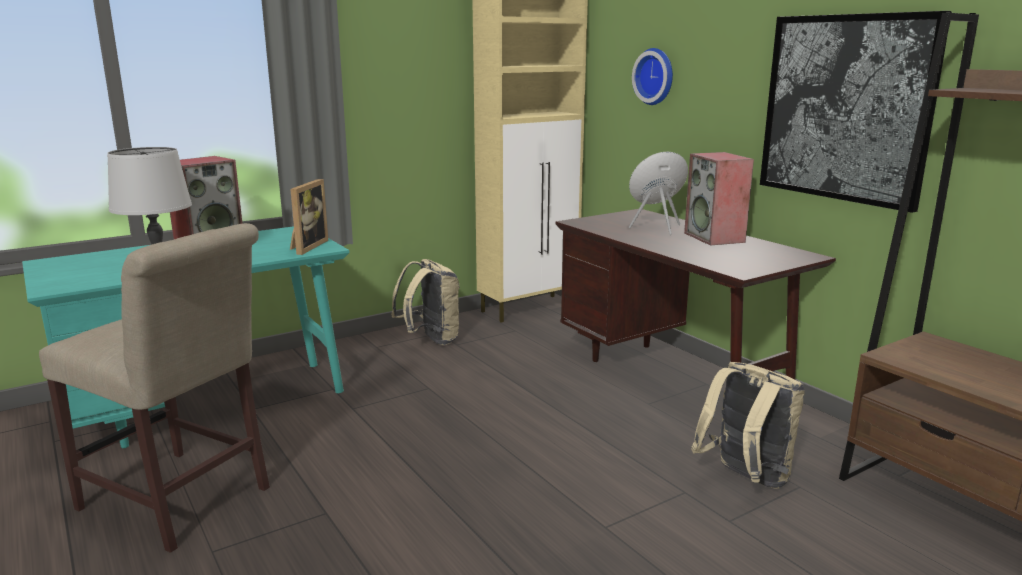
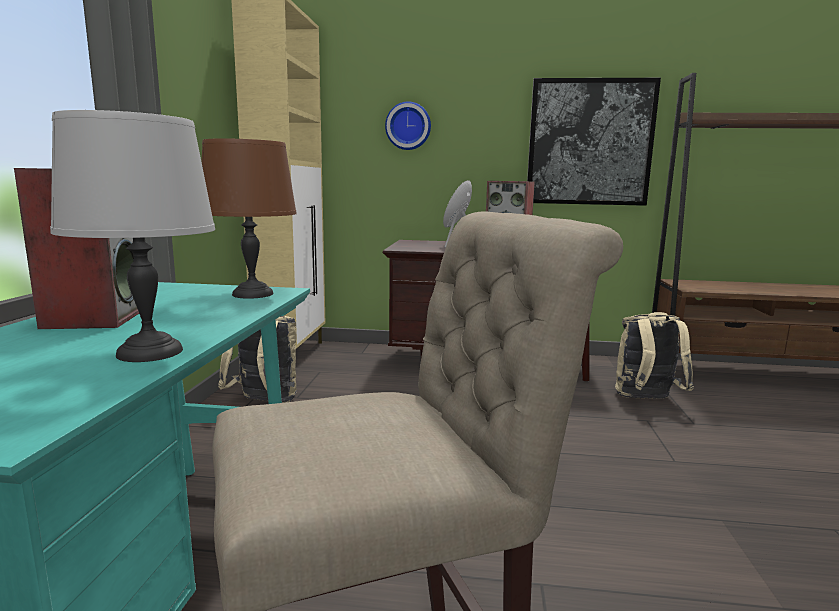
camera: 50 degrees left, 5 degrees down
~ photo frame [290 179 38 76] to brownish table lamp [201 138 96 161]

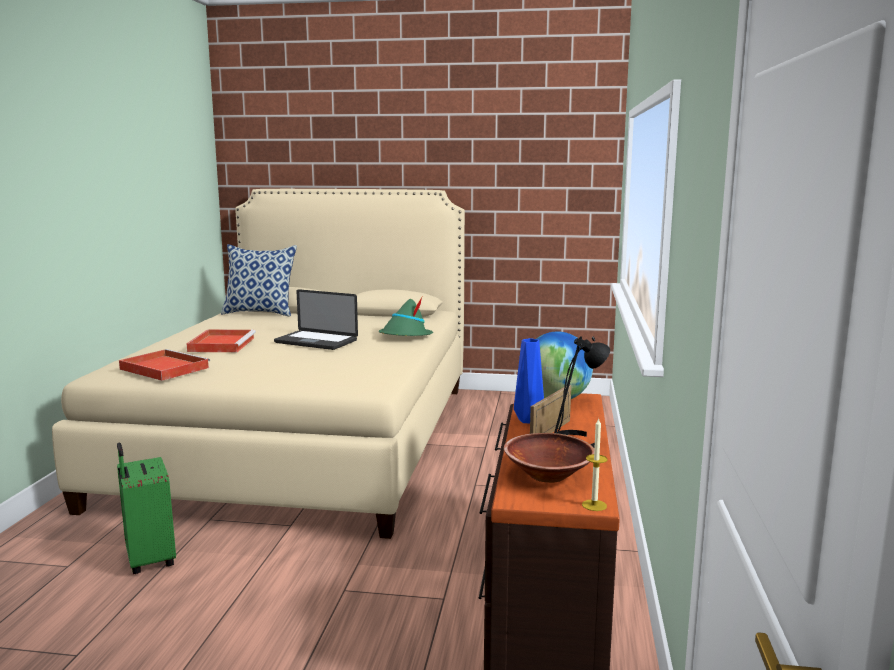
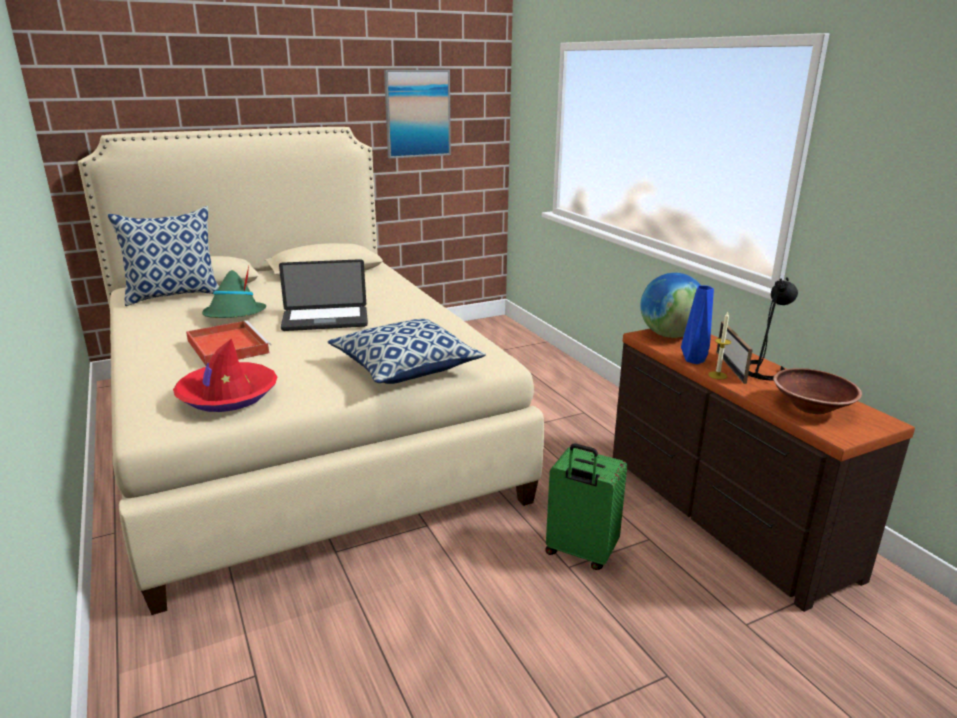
camera: 35 degrees left, 10 degrees up
~ greenish suitcase [117 443 59 131] to [545 443 82 127]
~ red-coloured tray [119 349 91 32] to red-coloured clothing hat [173 338 104 74]
~ greenish clothing hat [379 296 54 40] to [202 266 64 52]
~ wax candle [582 417 25 94] to [708 312 23 67]
+ pillow [328 319 158 65]
+ picture [384 70 67 88]

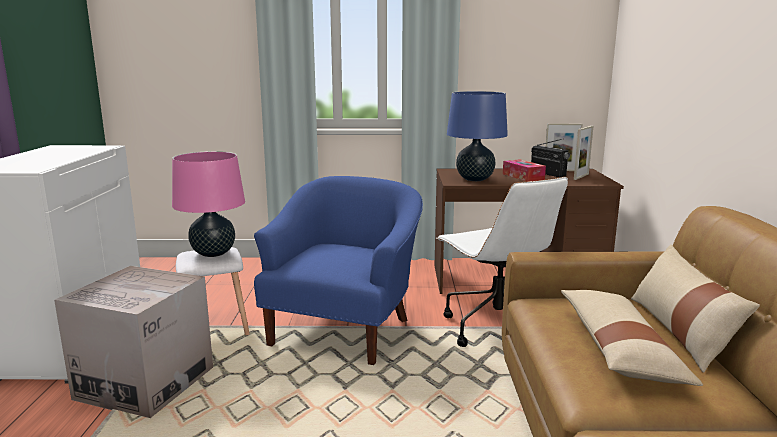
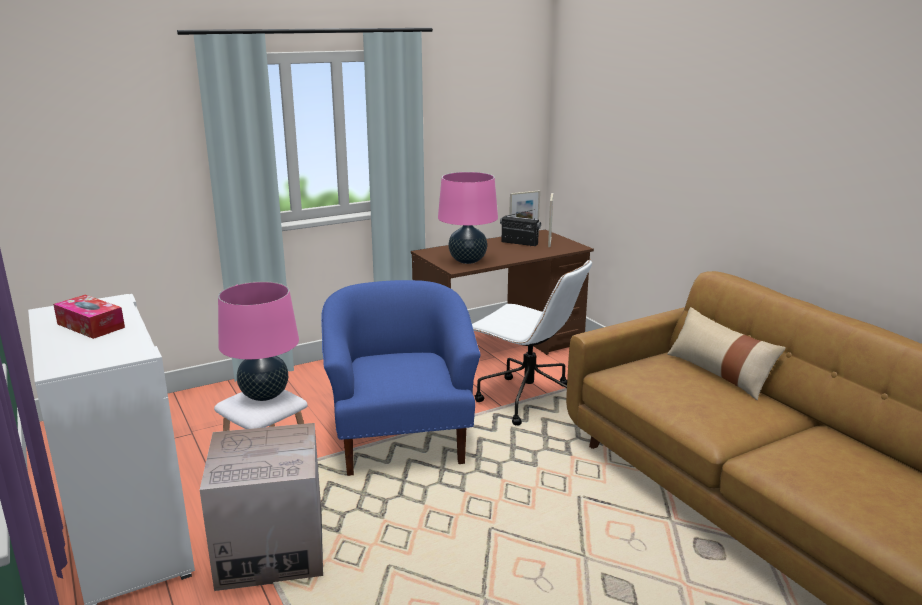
camera: 30 degrees left, 5 degrees up
~ blue table lamp [447 91 61 90] to pink table lamp [438 172 60 92]
~ tissue holder [503 159 43 23] to [53 295 72 44]
- beige pillow [561 290 142 96]

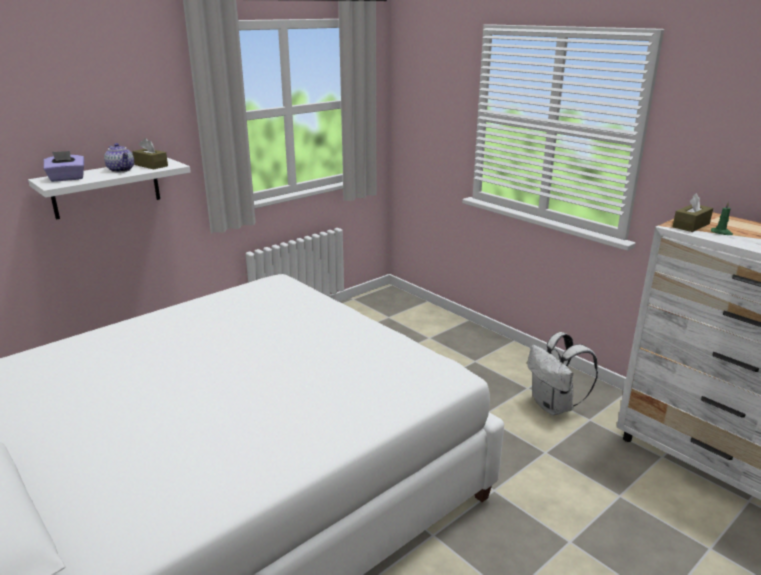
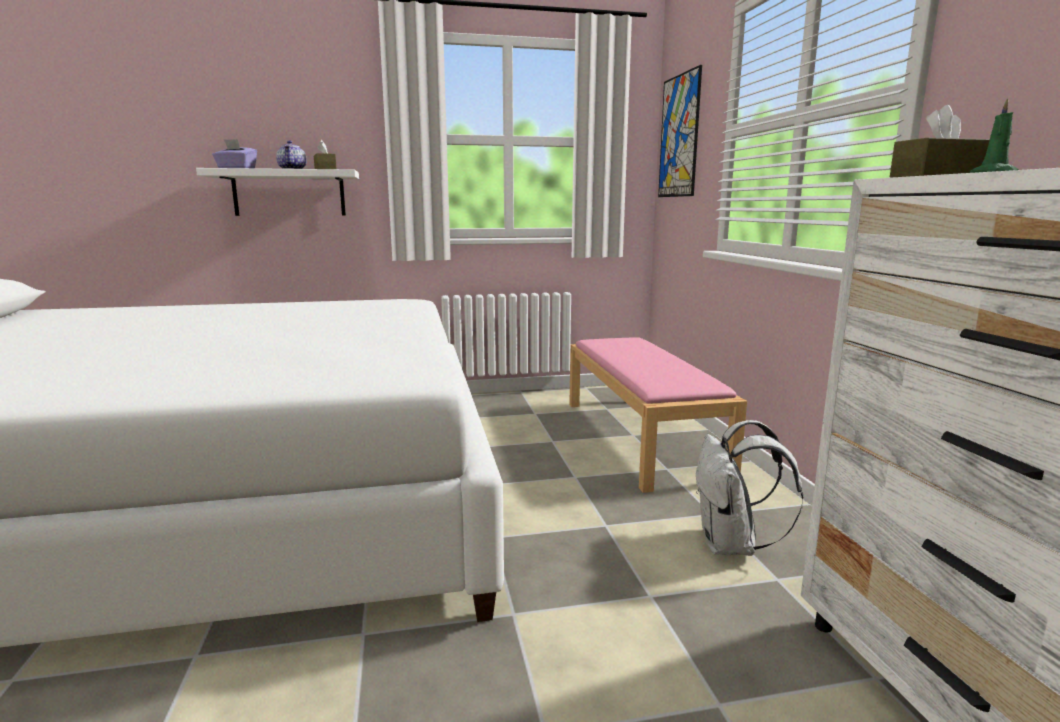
camera: 30 degrees right, 10 degrees down
+ pink bench [569 338 178 155]
+ picture [658 65 44 132]

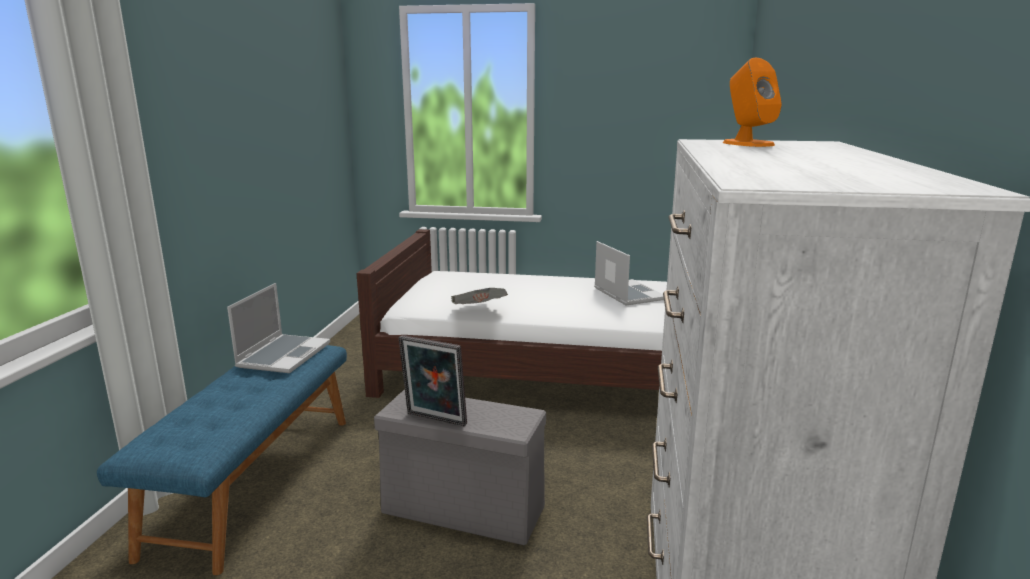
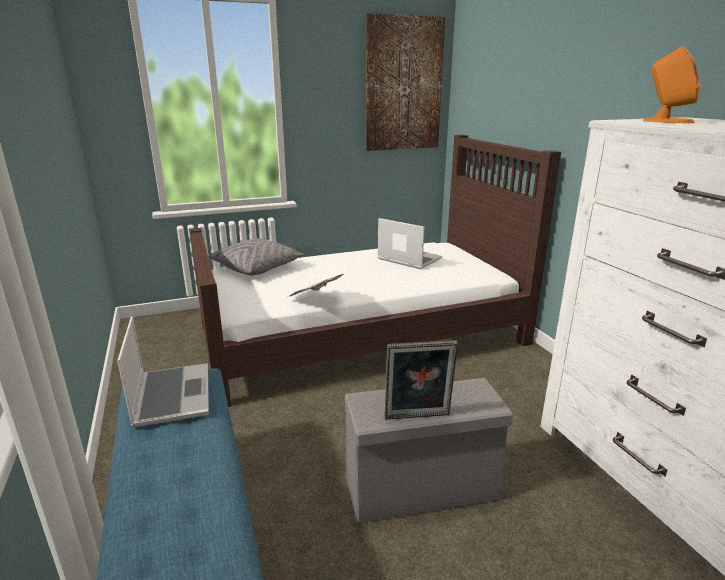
camera: 30 degrees left, 5 degrees up
+ greyish pillow [208 238 96 37]
+ picture [366 13 80 138]

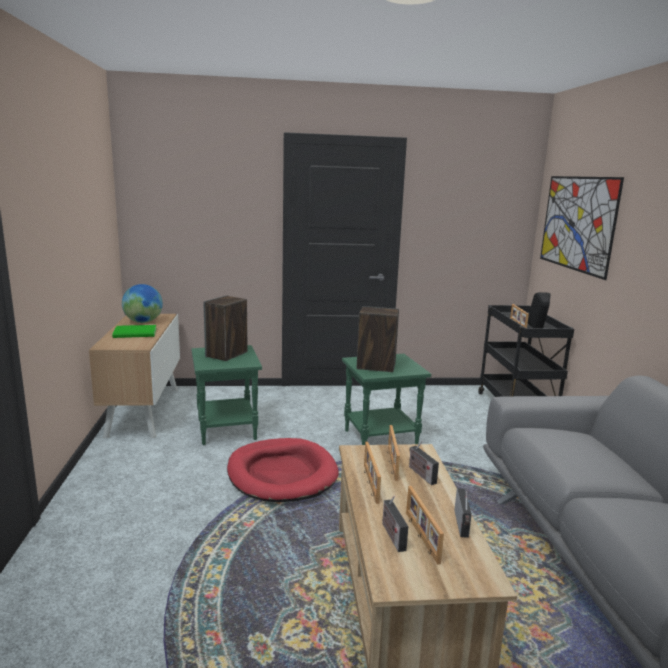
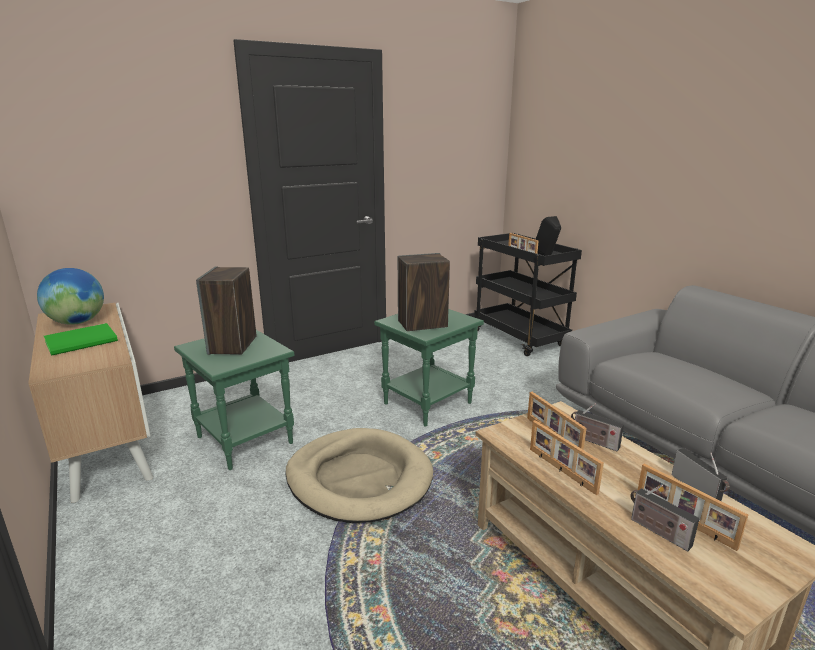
camera: 25 degrees left, 5 degrees up
~ red-coloured dog bed [227 438 112 65] to beige dog bed [285 428 148 95]
- picture [540 176 84 104]

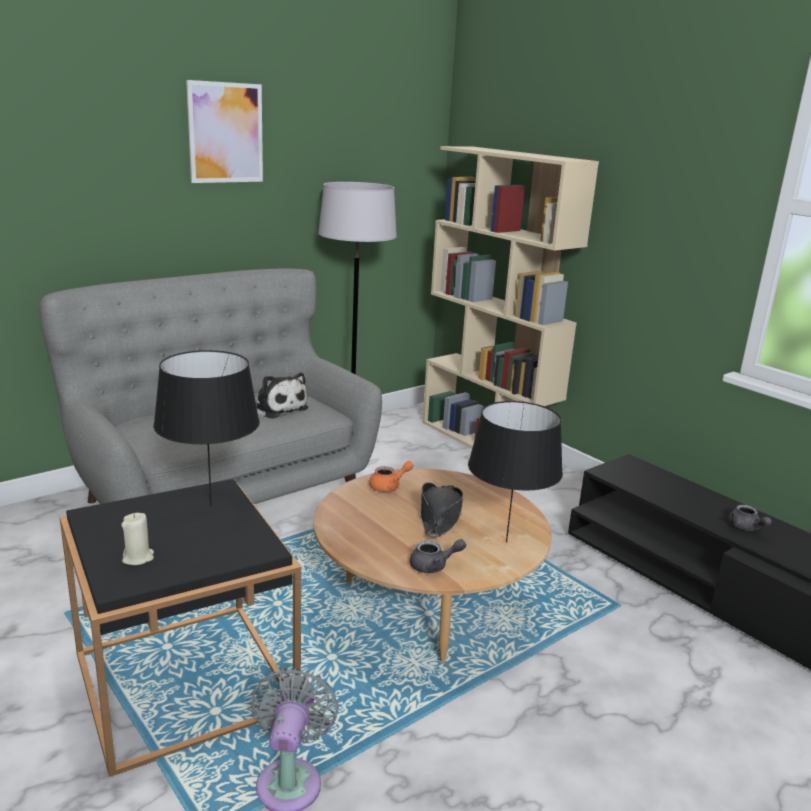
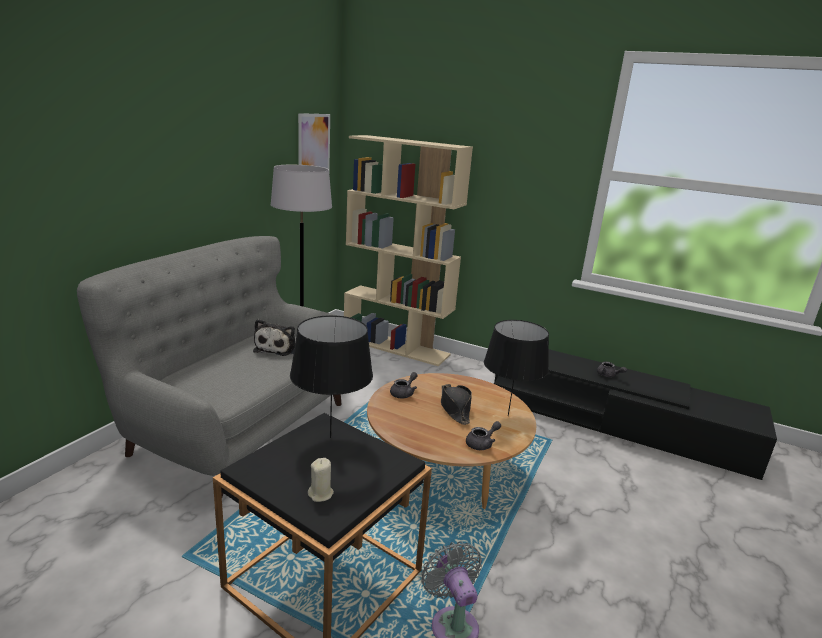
camera: 25 degrees left, 0 degrees up
~ picture [186 80 77 103] to [298 113 32 56]
~ plush toy [255 372 54 47] = [253 319 42 37] 75 degrees clockwise
~ orange-coloured tea pot [369 461 45 31] to greyish tea pot [390 372 28 26]

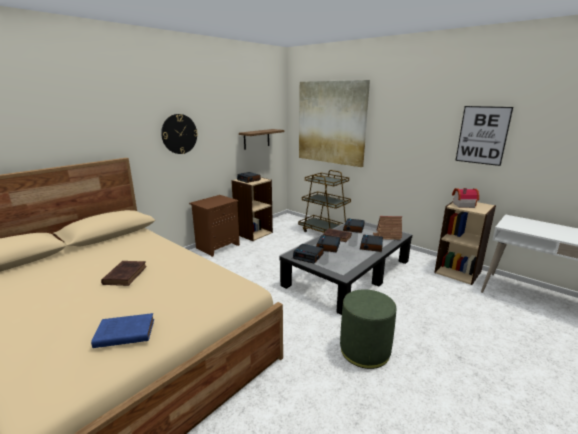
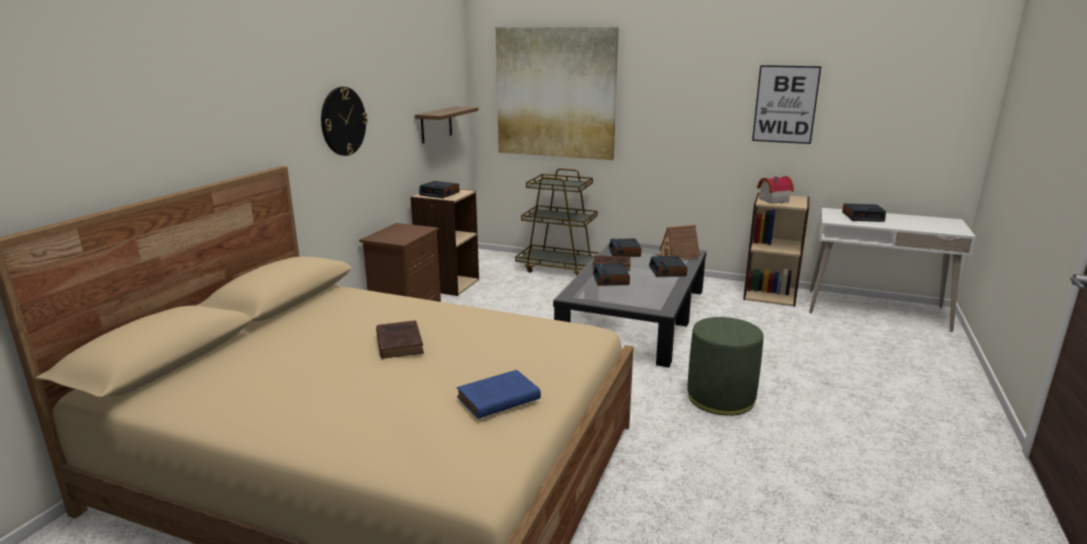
camera: 20 degrees left, 0 degrees up
~ alarm clock [293 244 31 19] to [842 204 44 18]

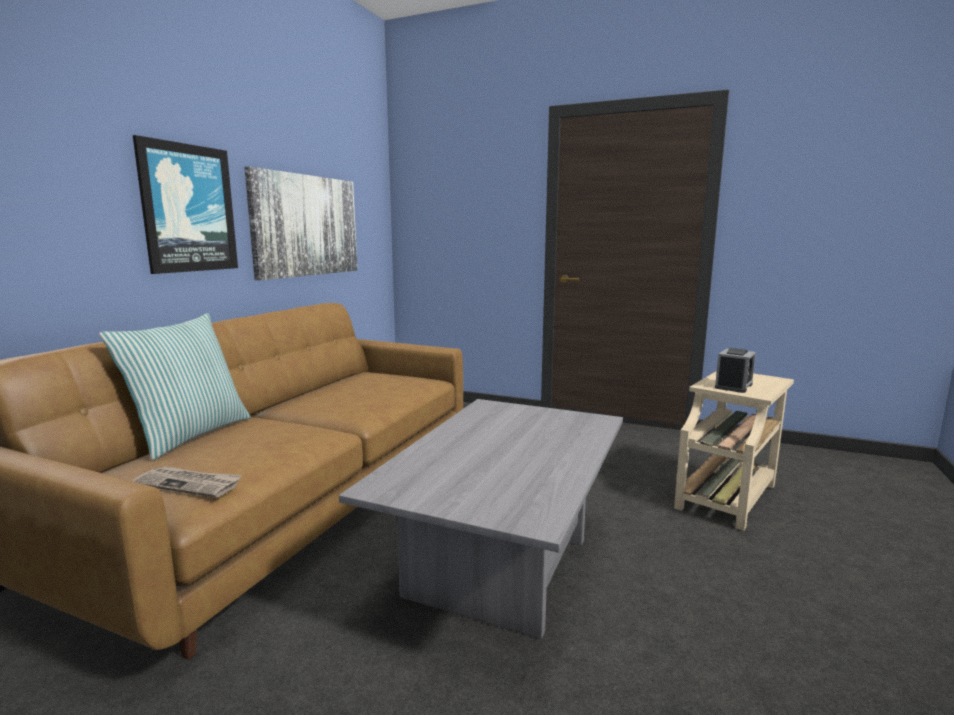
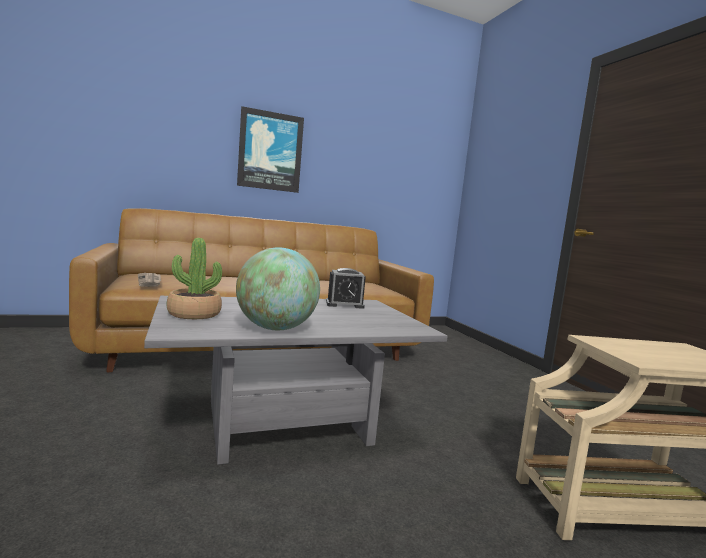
camera: 45 degrees right, 5 degrees down
- pillow [99 313 152 147]
- picture [244 166 113 114]
~ alarm clock [715 348 41 45] to [326 268 40 41]
+ houseplant [167 238 55 81]
+ globe [236 247 84 83]

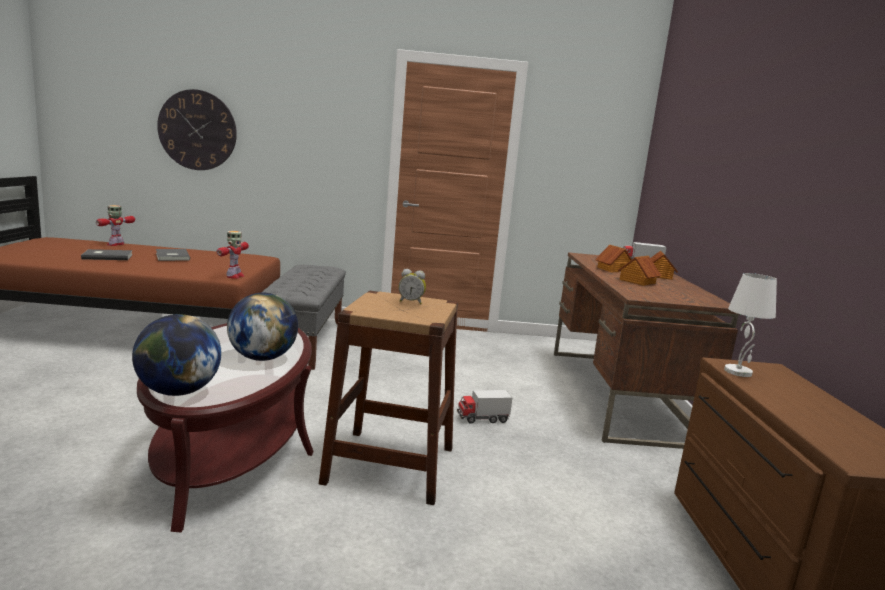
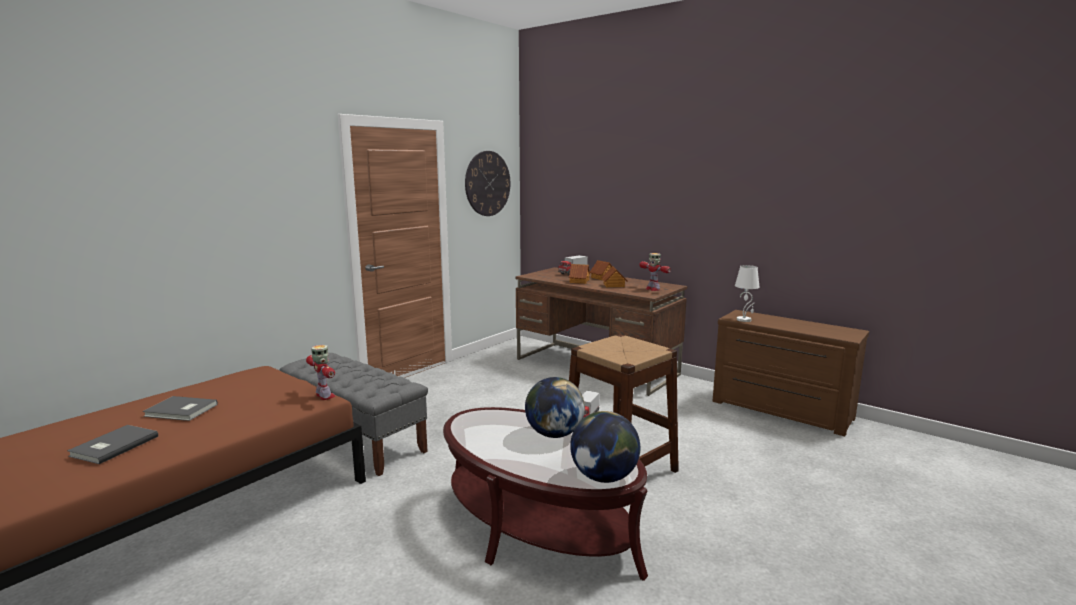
camera: 50 degrees left, 0 degrees up
~ robot figure [96 205 39 41] to [639 253 32 38]
~ wall clock [157 89 80 81] to [465 151 45 65]
- alarm clock [399 269 27 36]

